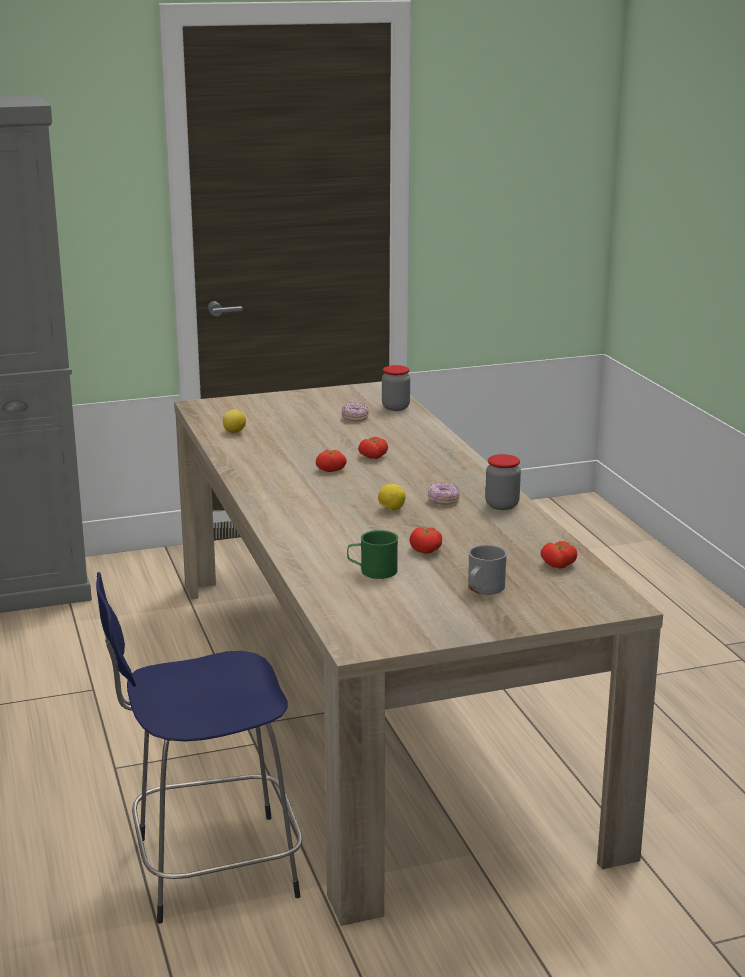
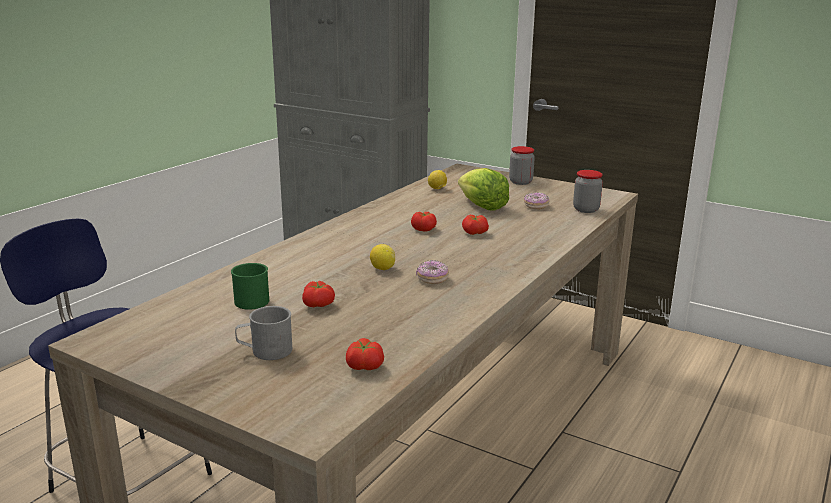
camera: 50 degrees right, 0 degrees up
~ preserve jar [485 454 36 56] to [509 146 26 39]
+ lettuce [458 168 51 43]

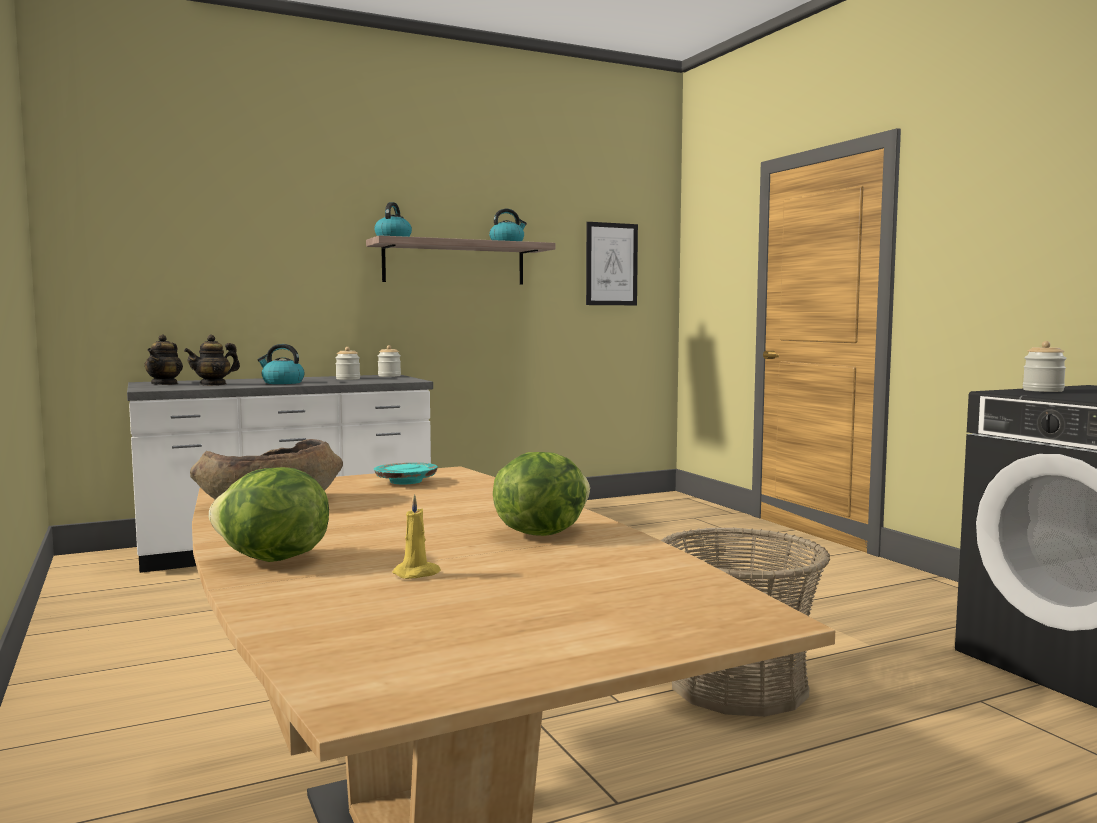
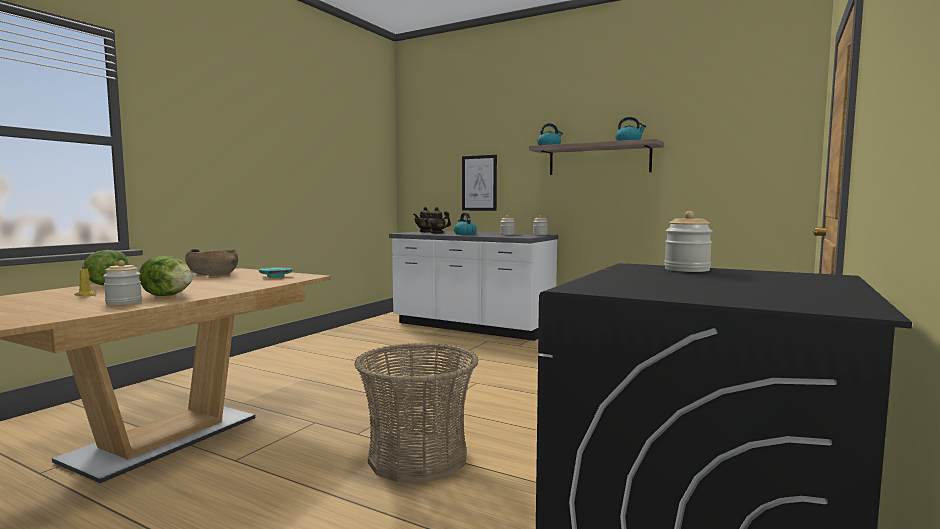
camera: 55 degrees right, 0 degrees up
~ picture [586 222 52 83] to [462 155 35 56]
+ preserve jar [103 260 39 45]

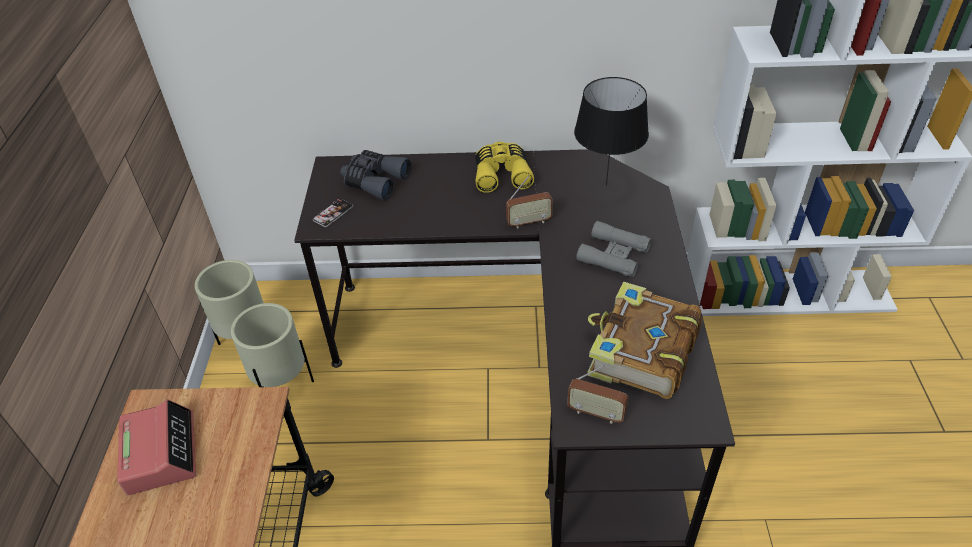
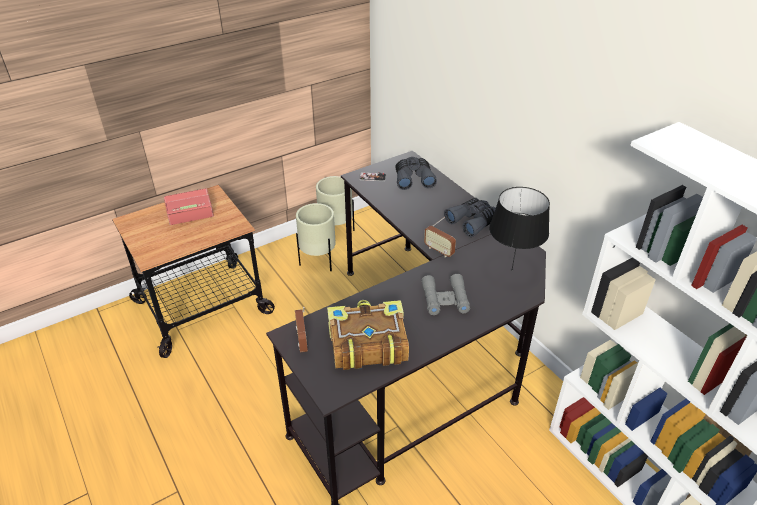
camera: 55 degrees right, 5 degrees down
~ alarm clock [117 400 79 95] = [164 188 50 37] 150 degrees counterclockwise
~ yellowish field glasses [475 141 59 52] to greyish field glasses [444 198 52 39]

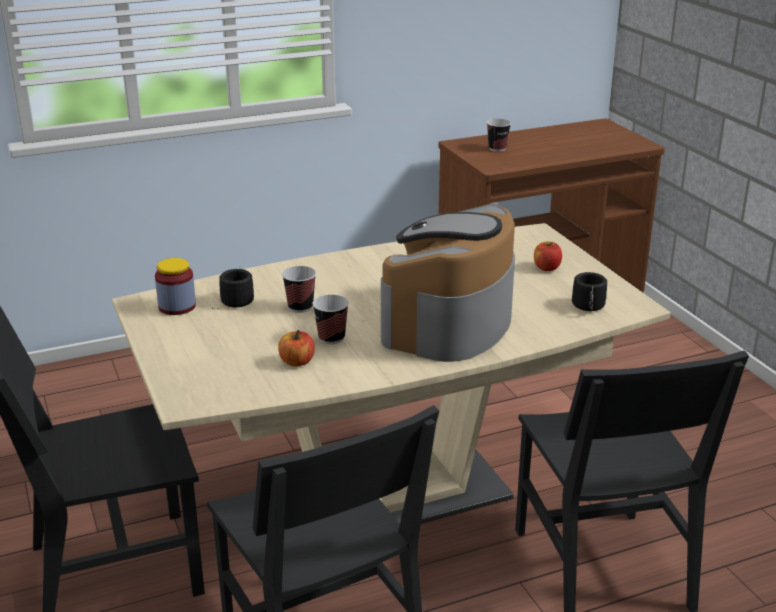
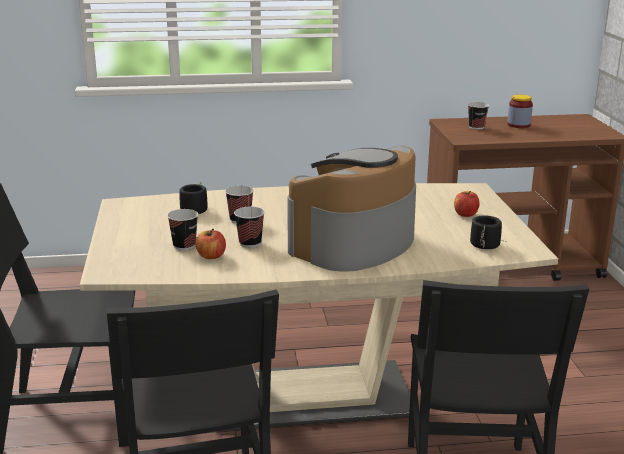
camera: 15 degrees right, 5 degrees down
~ preserve jar [155 258 41 57] to [507 94 26 34]
+ small cup [167 209 31 41]

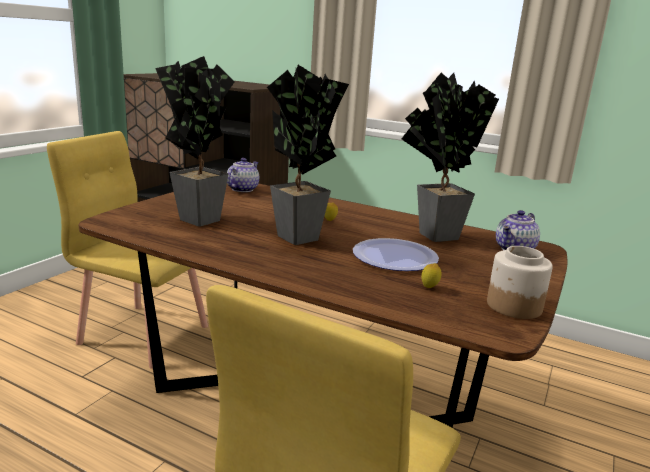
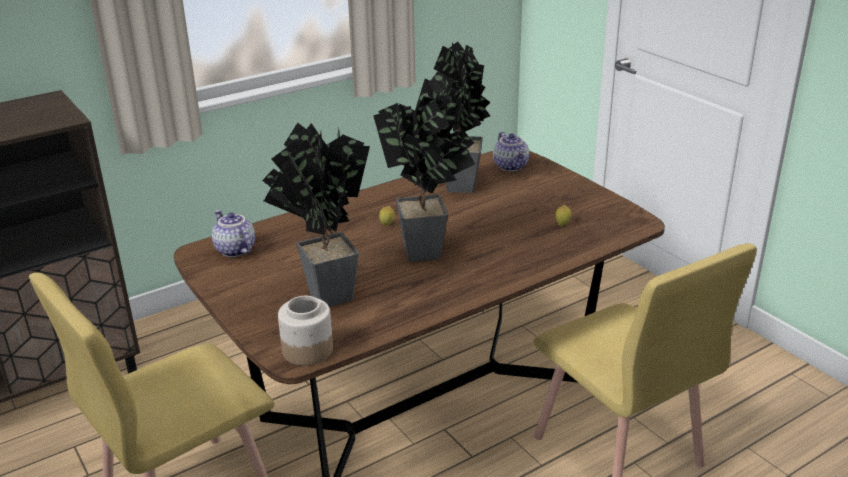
camera: 60 degrees left, 10 degrees up
- plate [353 238 86 33]
~ preserve jar [487 246 66 73] to [278 296 55 70]

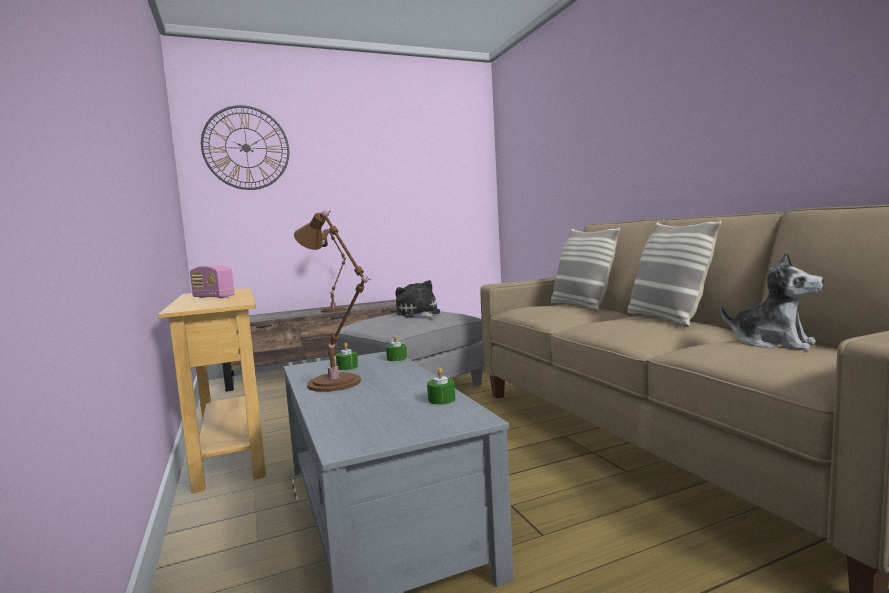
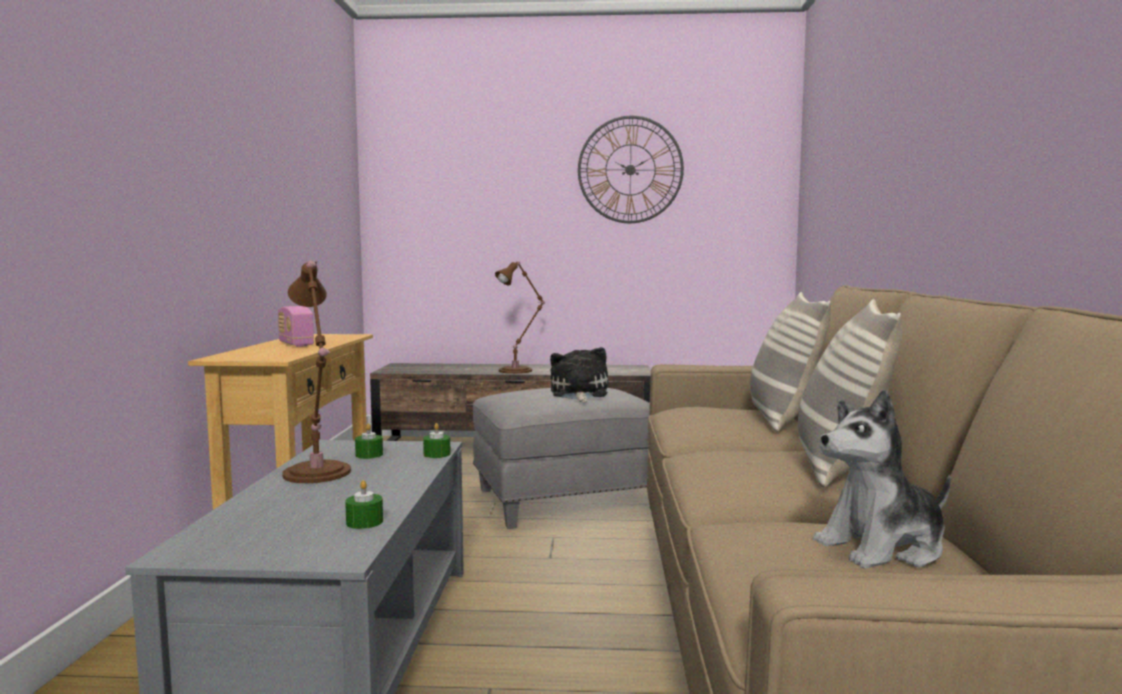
camera: 25 degrees right, 0 degrees up
~ wall clock [201 105 88 85] to [578 116 106 107]
~ plush toy [721 252 103 99] = [813 389 138 179] 90 degrees clockwise

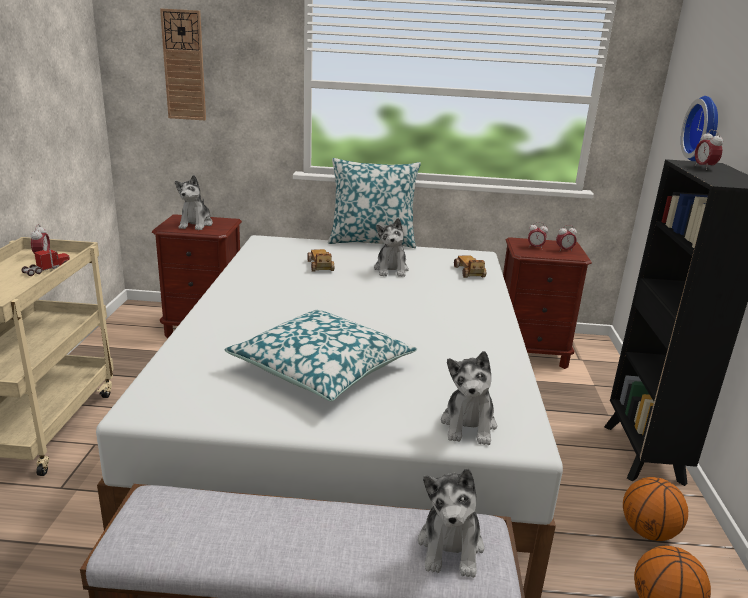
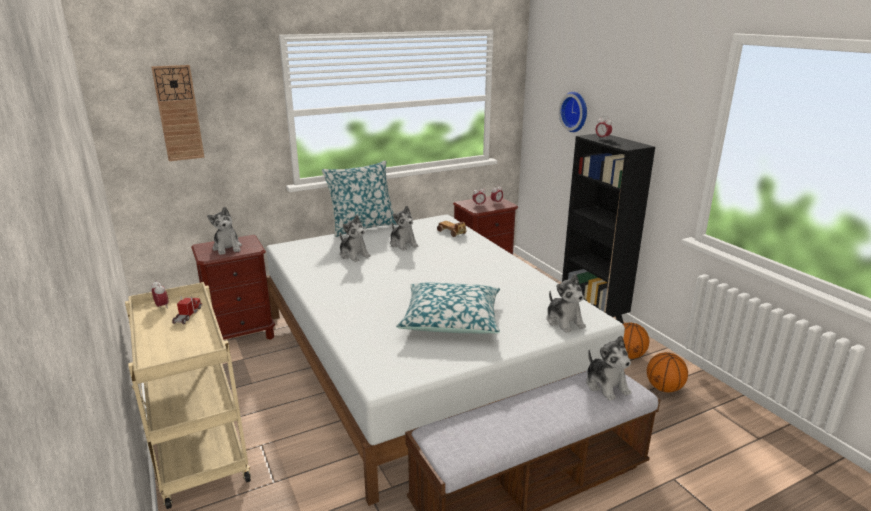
camera: 30 degrees left, 0 degrees up
~ miniature car [307 249 27 23] to plush toy [340 215 31 47]

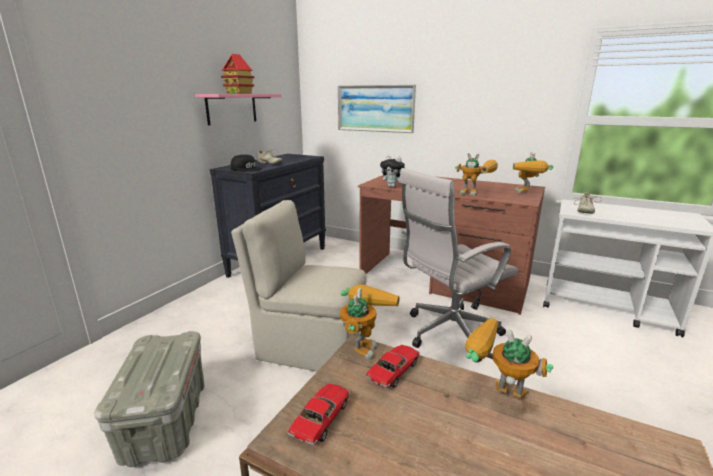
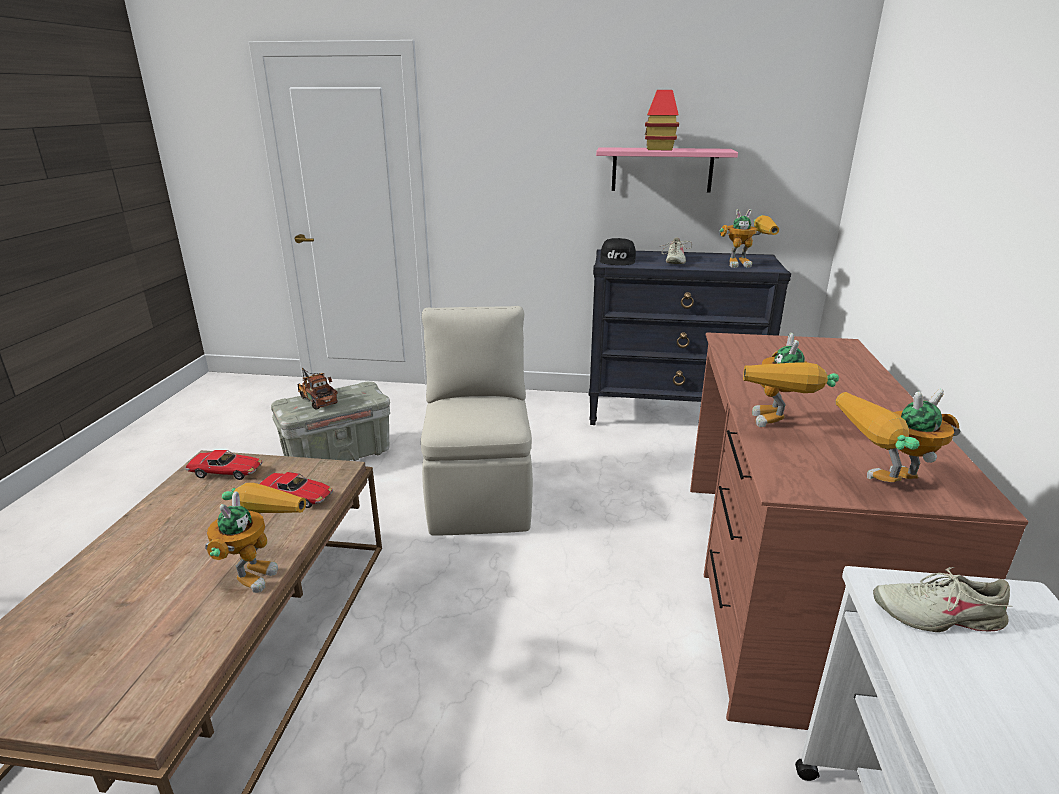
camera: 70 degrees right, 5 degrees up
- picture [338 85 78 48]
~ robot figure [340 284 60 76] to [719 209 60 59]
- plush toy [380 156 25 32]
- white-coloured computer chair [399 168 119 194]
+ model truck [298 368 40 42]

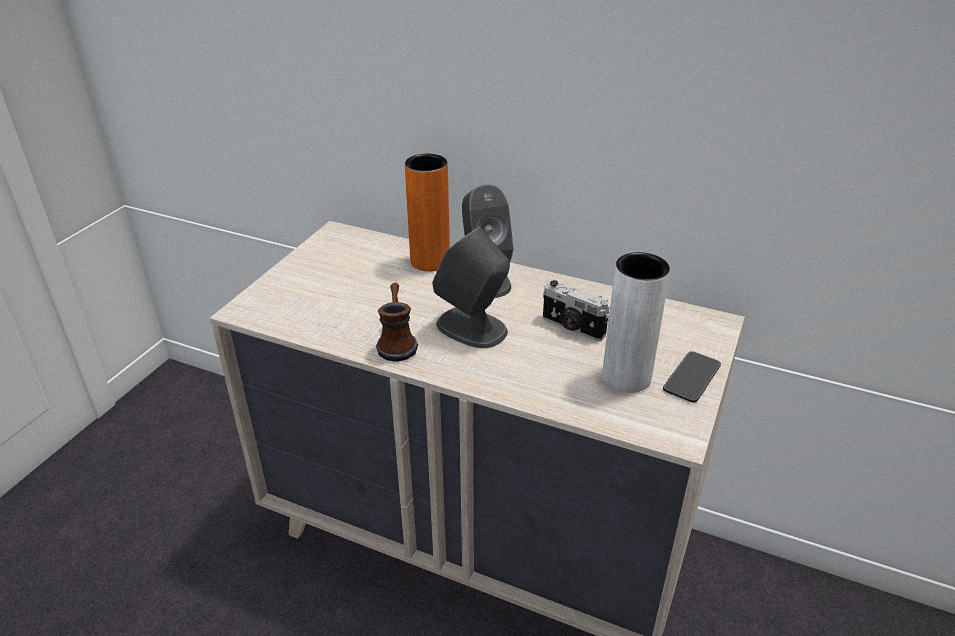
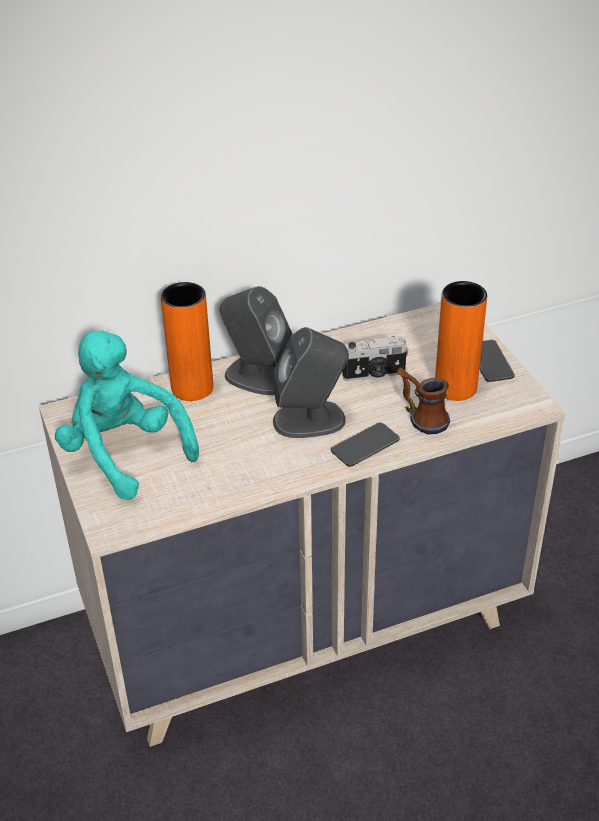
camera: 45 degrees left, 5 degrees up
~ coffee mug [376 283 42 79] to [397 368 53 67]
~ white-coloured vase [602 252 68 141] to orange-coloured vase [435 281 52 120]
+ turquoise plush toy [55 331 144 169]
+ handset [331 422 69 45]

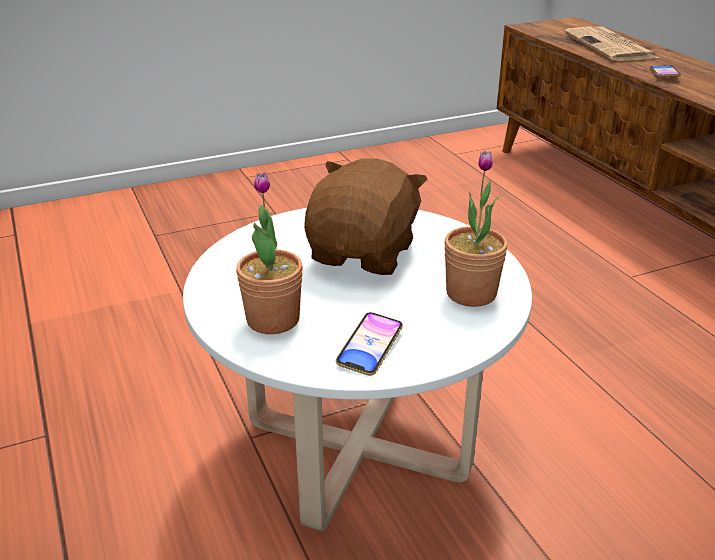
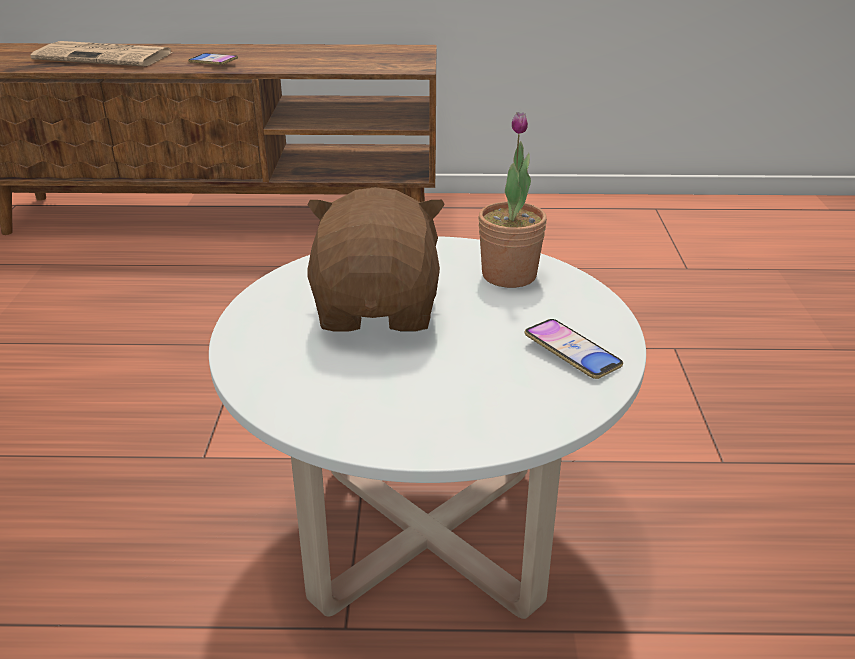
camera: 65 degrees left, 0 degrees up
- houseplant [236 172 67 162]
~ brownish plush toy [304 158 124 117] = [307 187 138 145] 45 degrees clockwise

